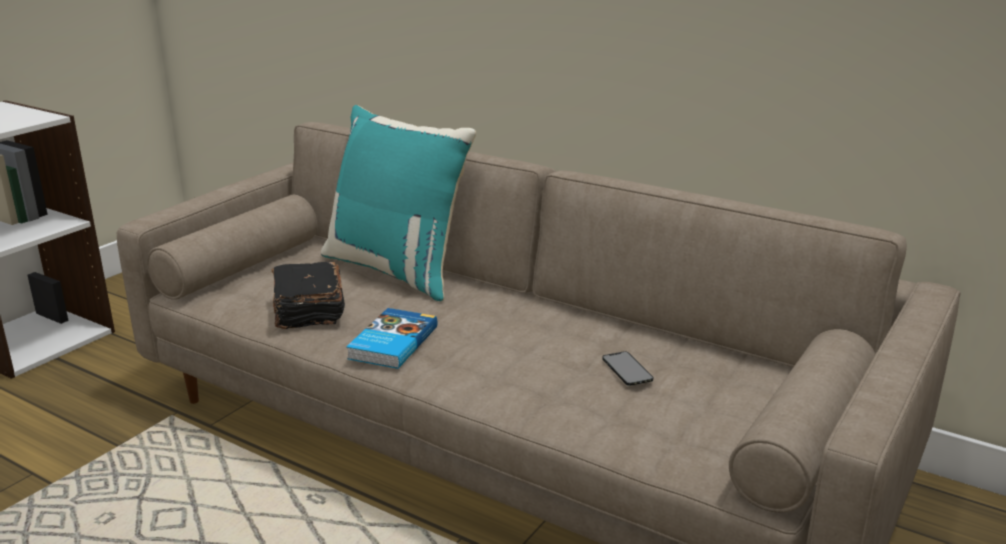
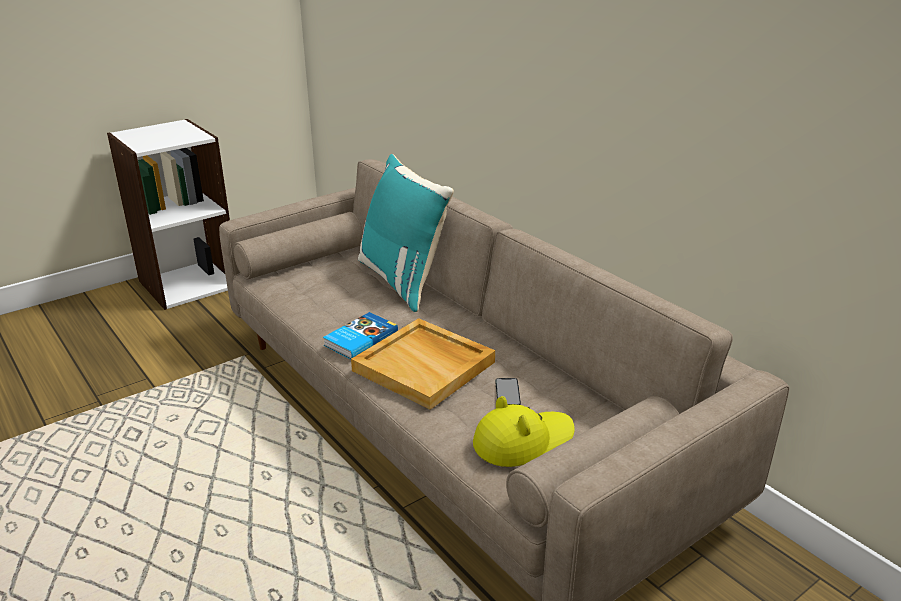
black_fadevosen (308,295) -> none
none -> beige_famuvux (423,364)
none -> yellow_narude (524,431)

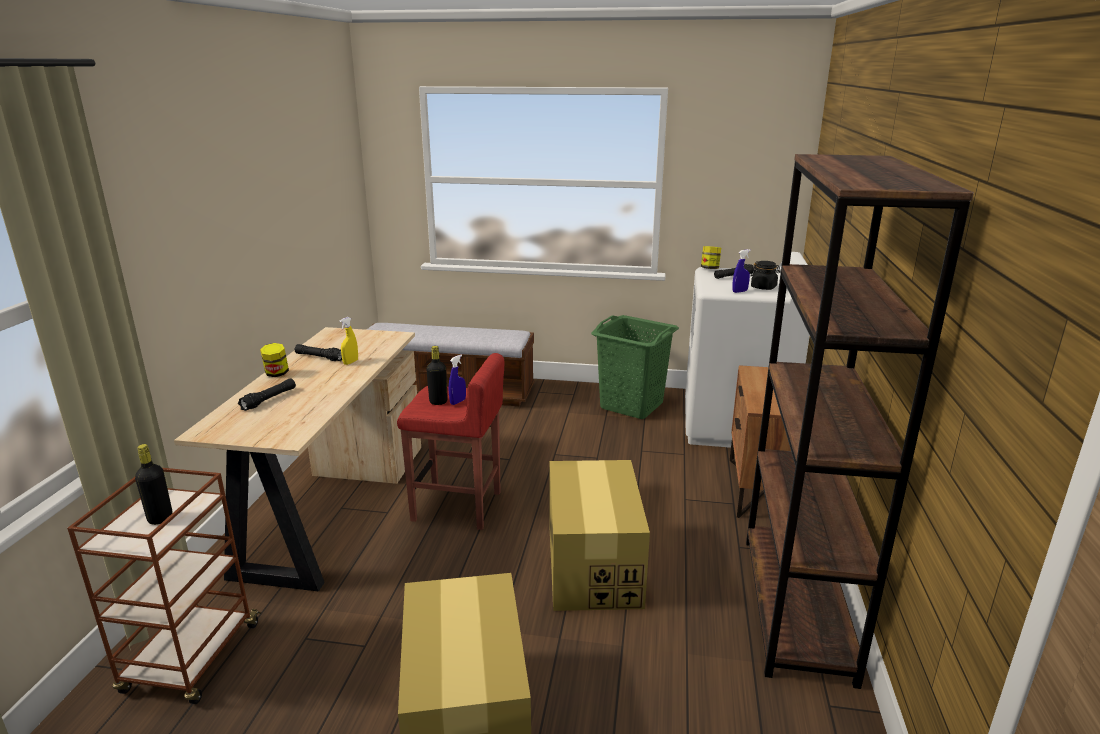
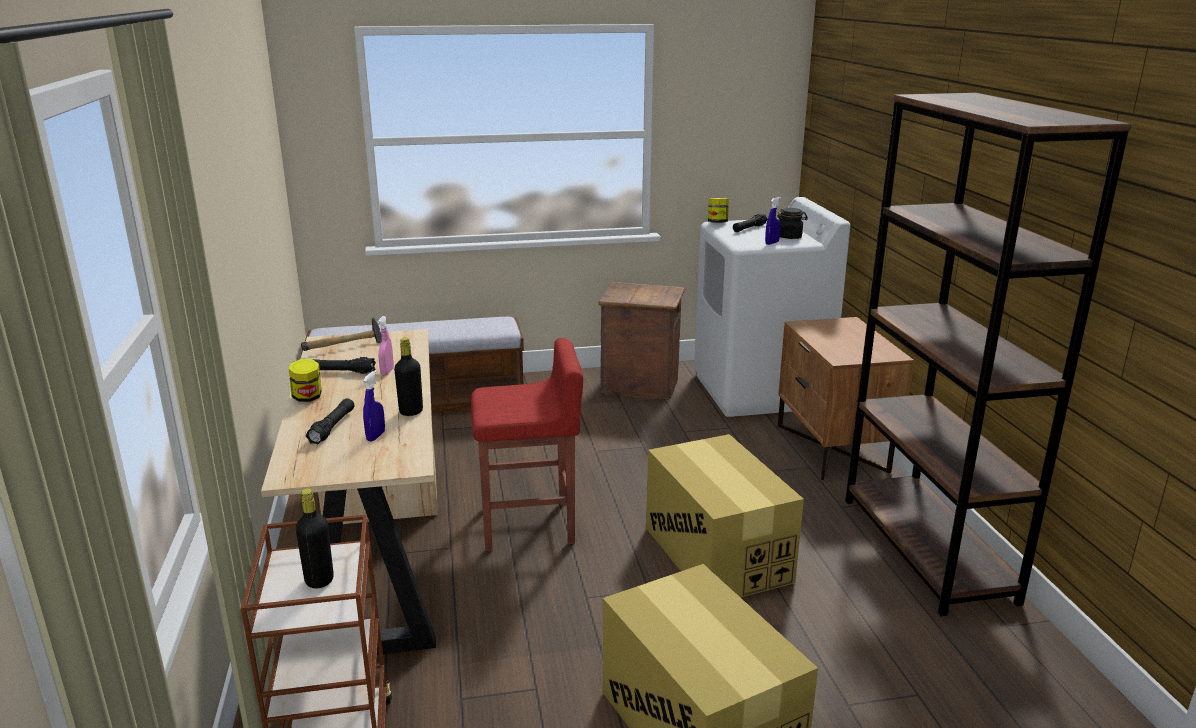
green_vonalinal (635,367) -> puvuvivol (642,340)
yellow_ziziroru (349,341) -> pink_ziziroru (386,345)
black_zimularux (437,375) -> black_zimularux (408,376), relocated
blue_ziziroru (457,380) -> blue_ziziroru (374,406), relocated
none -> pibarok (341,334)

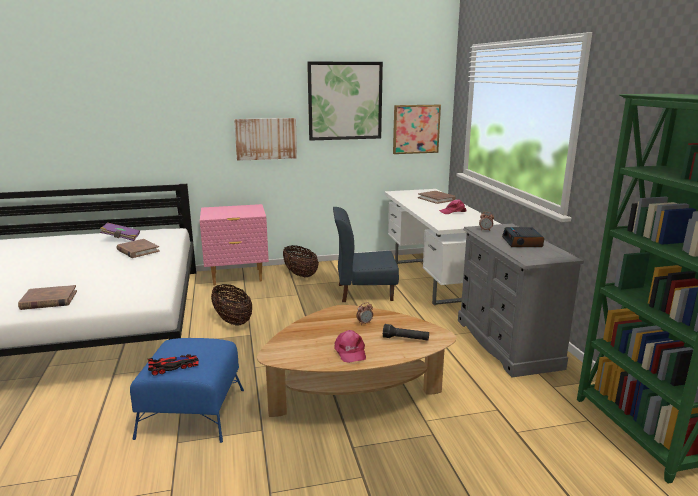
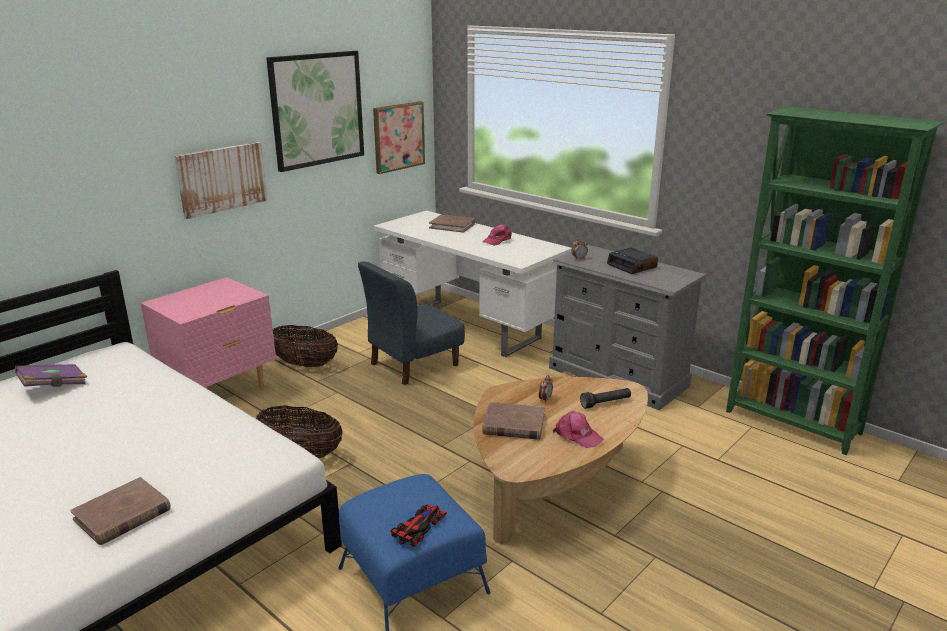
brown_fadevosen (138,248) -> brown_fadevosen (513,421), relocated

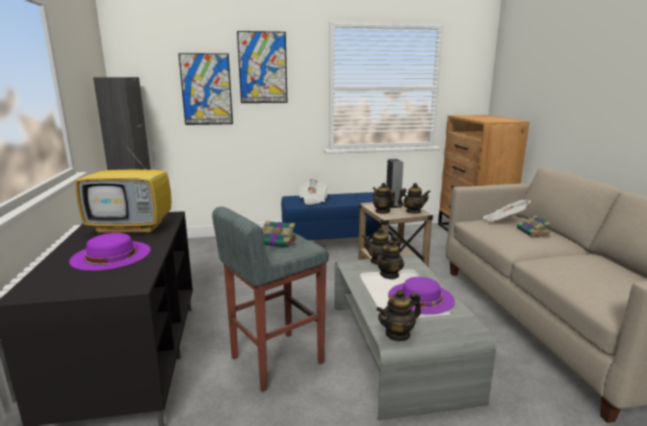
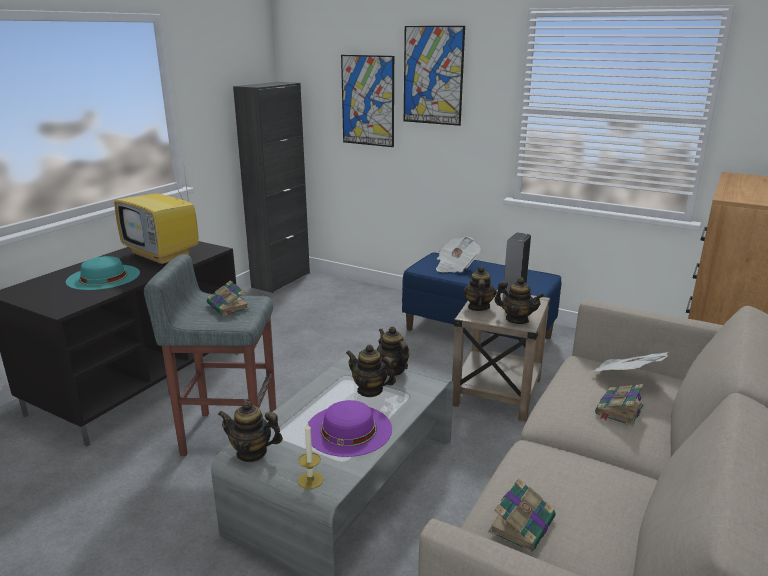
purple_narude (110,252) -> turquoise_narude (103,273)
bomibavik (390,259) -> bomibavik (371,370), 45 degrees clockwise
none -> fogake (311,455)
none -> fadevosen (522,515)

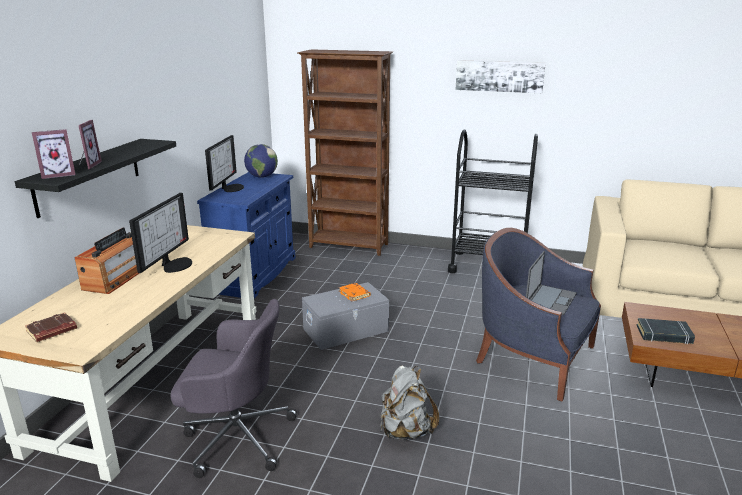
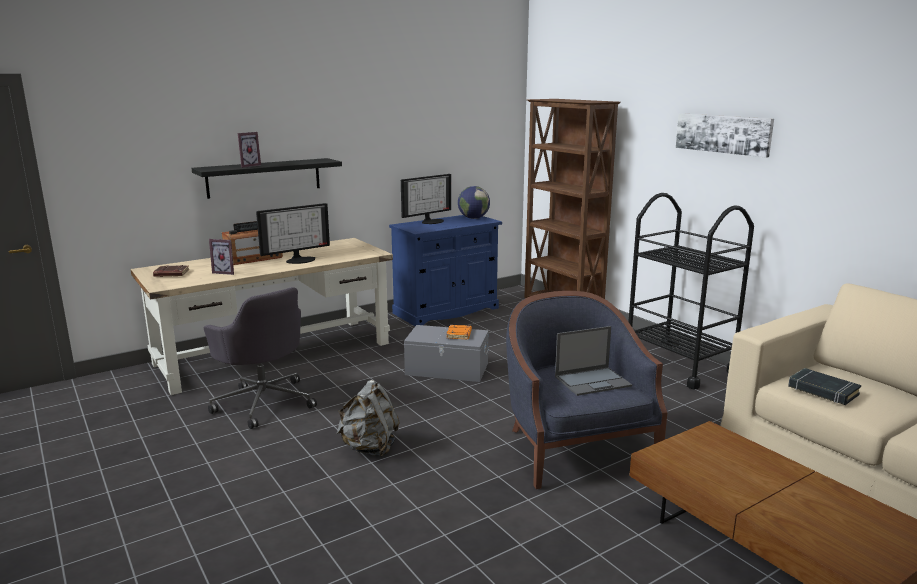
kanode (54,154) -> kanode (221,257), relocated
black_fadevosen (666,331) -> black_fadevosen (824,386), relocated

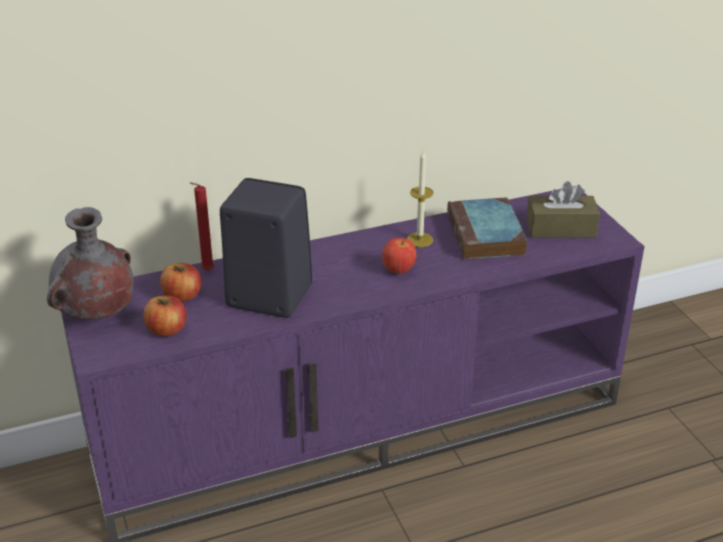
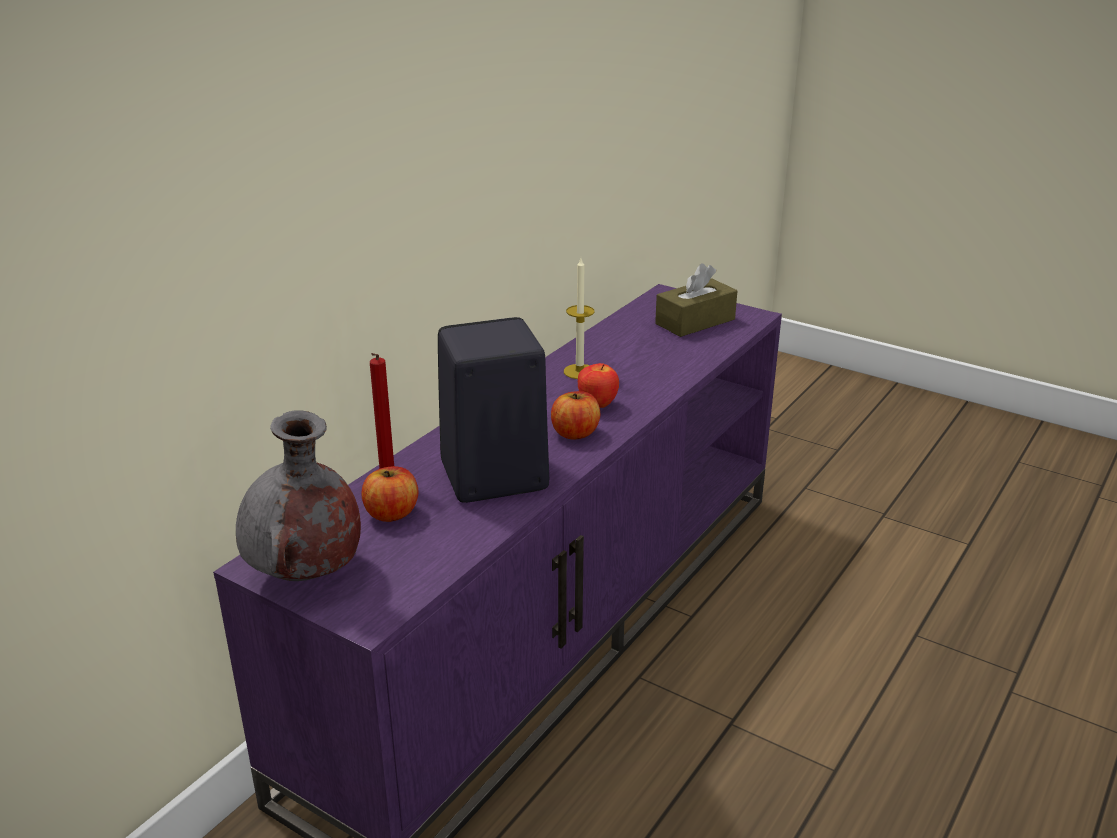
fadevosen (487,228) -> none
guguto (165,316) -> guguto (575,415), relocated

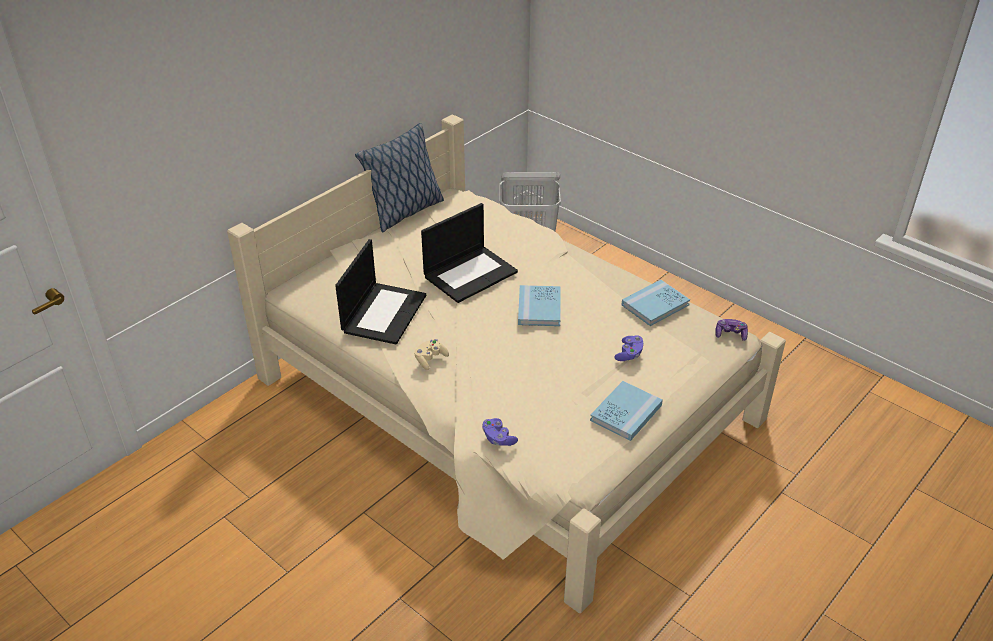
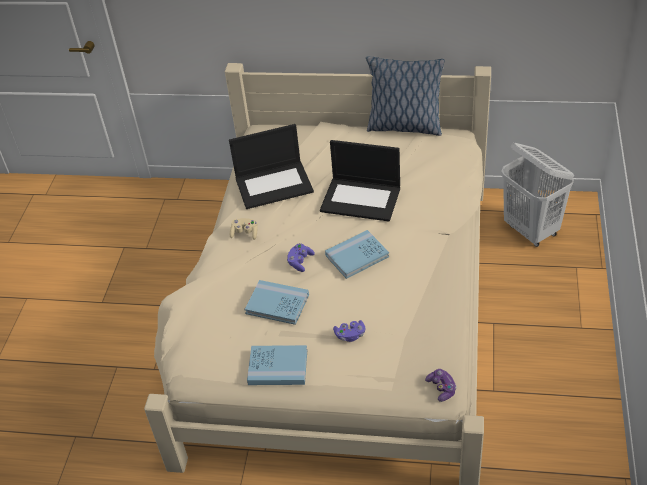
blue_fadevosen (656,303) -> blue_fadevosen (277,302), relocated
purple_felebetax (500,432) -> purple_felebetax (301,257), relocated

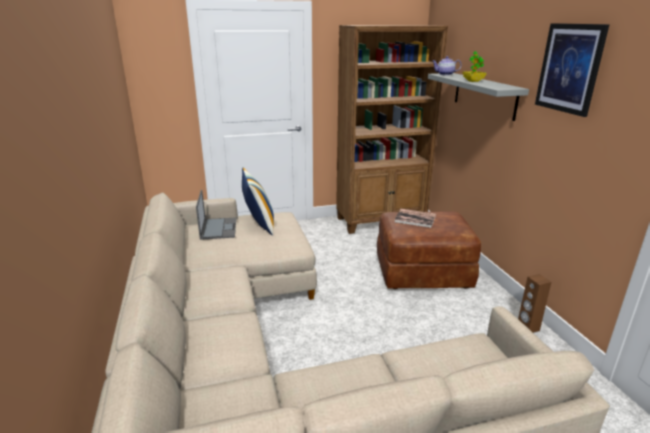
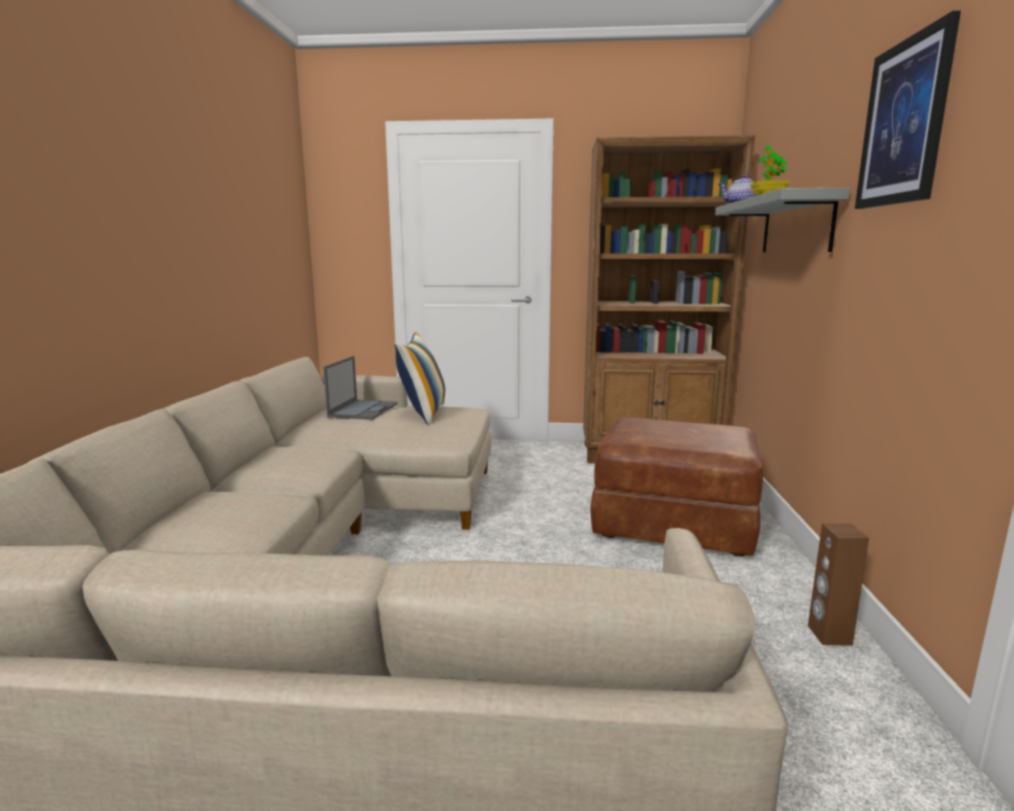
fadevosen (415,218) -> none

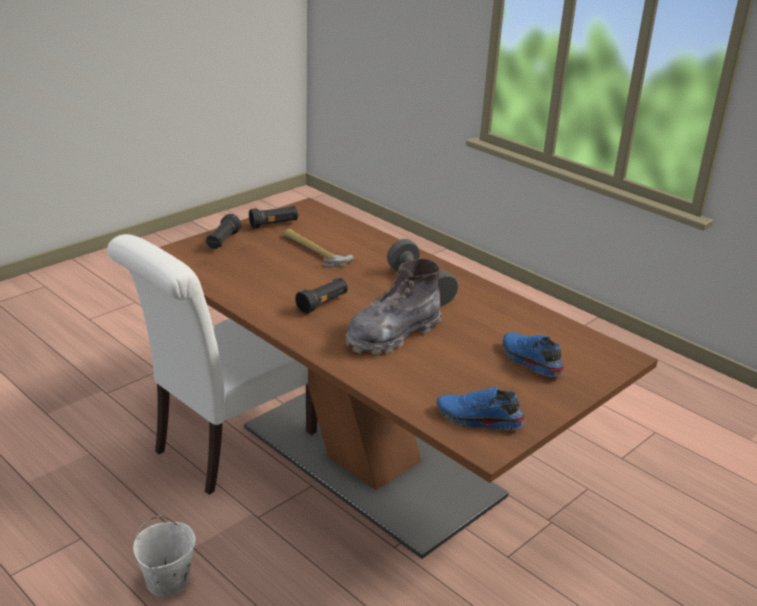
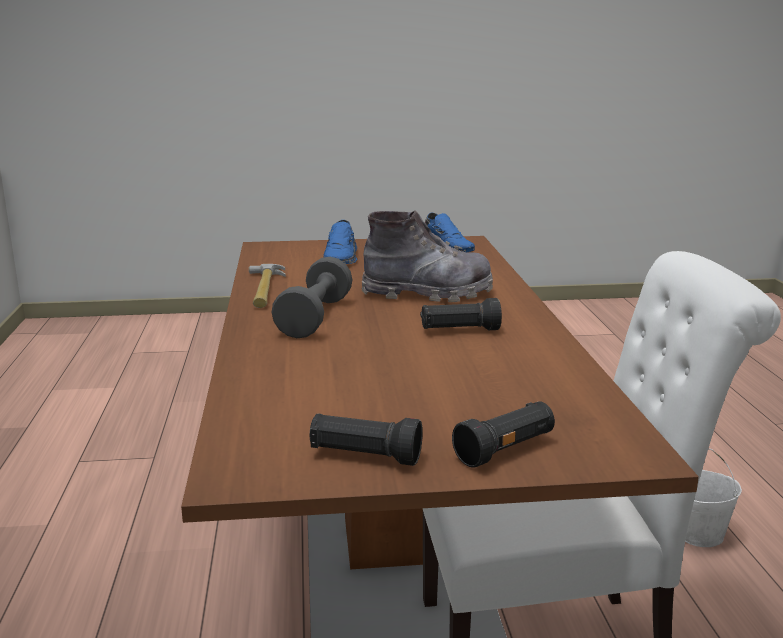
pibarok (319,248) -> pibarok (267,286), relocated

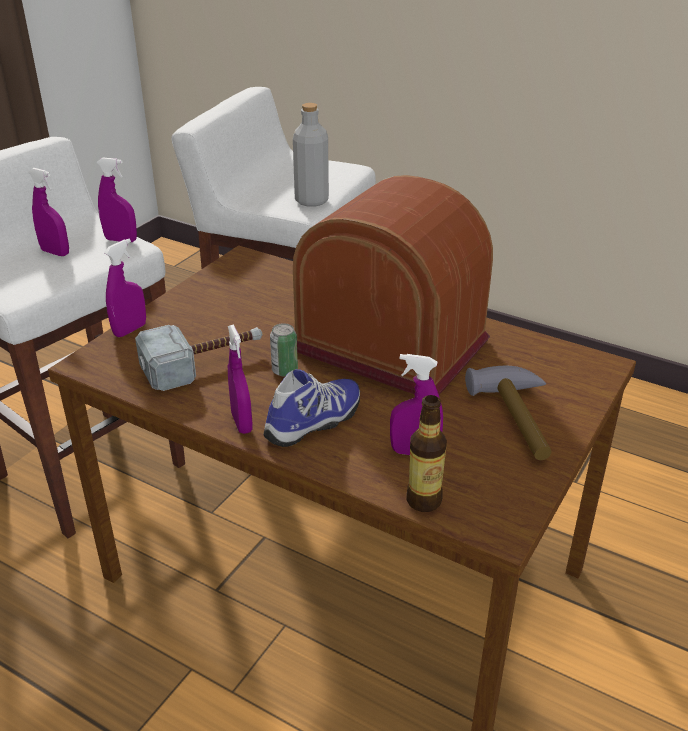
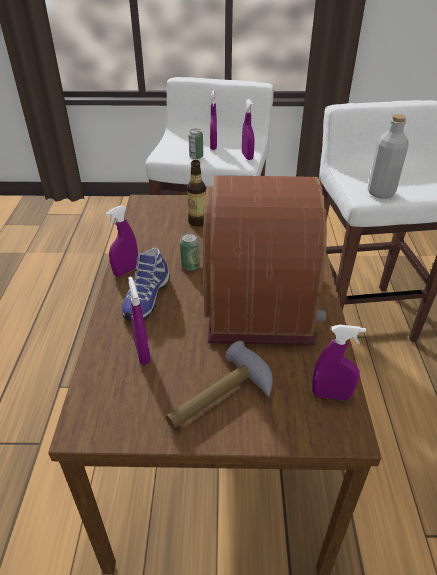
purple_ziziroru (125,287) -> purple_ziziroru (339,363), relocated
pibarok (198,358) -> none
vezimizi (311,408) -> vezimizi (146,284), 90 degrees clockwise
zimularux (426,453) -> zimularux (196,193), relocated
none -> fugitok (195,144)

